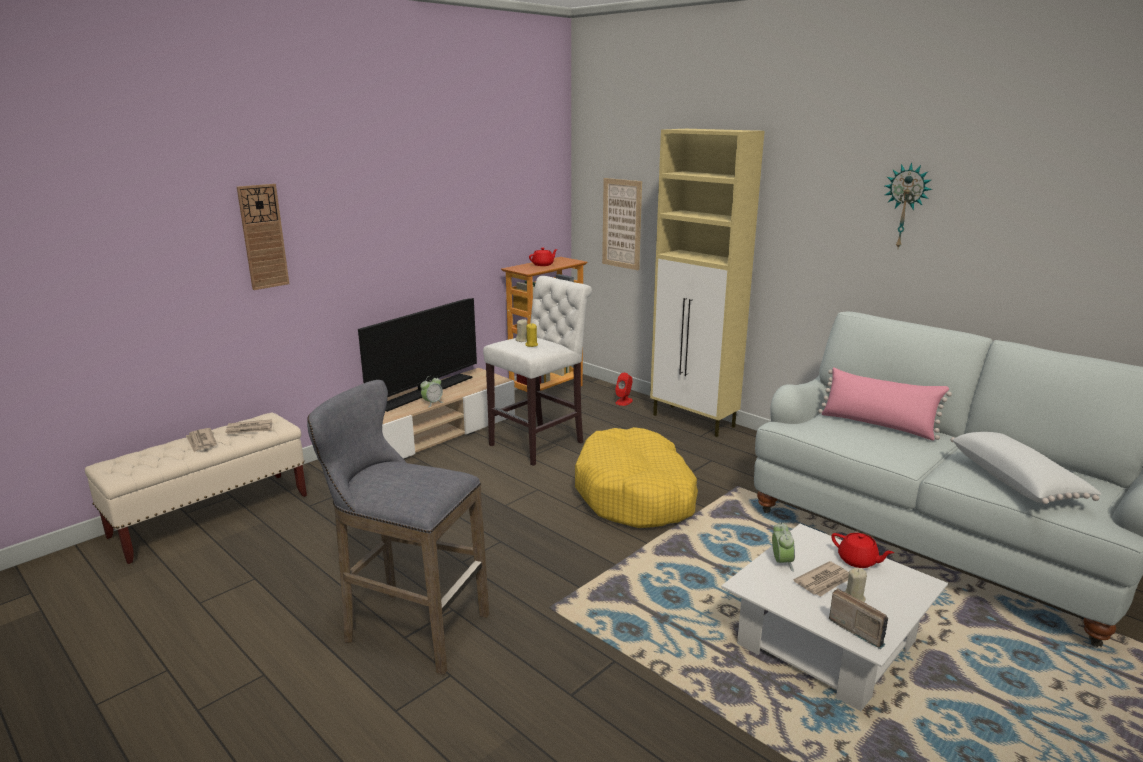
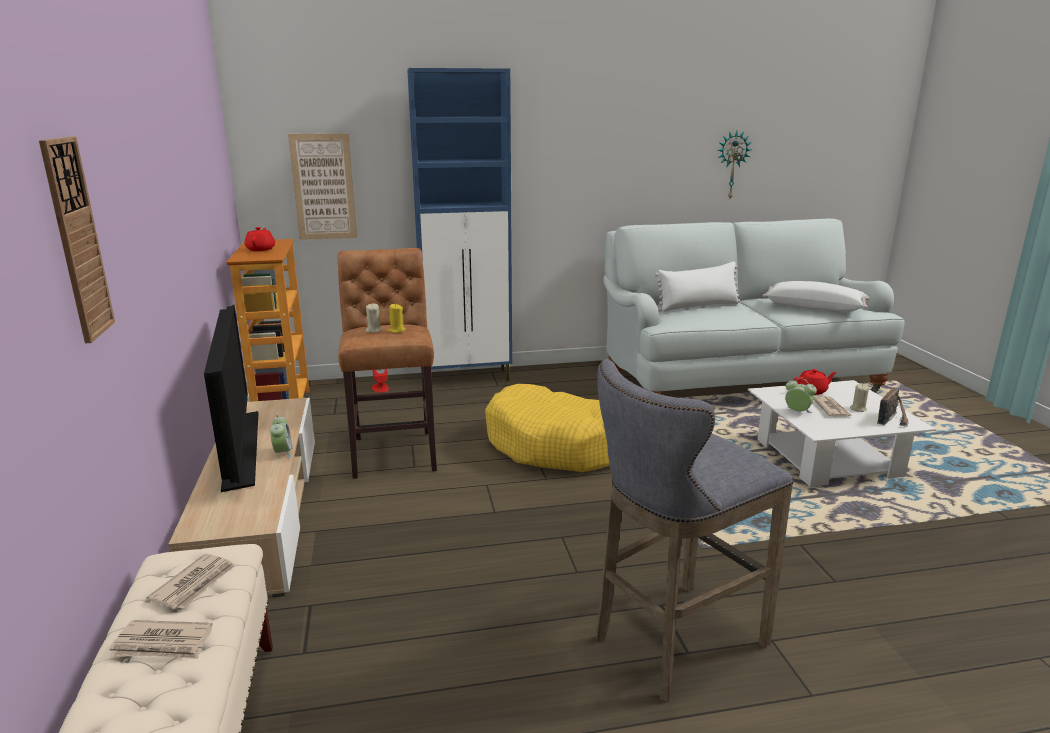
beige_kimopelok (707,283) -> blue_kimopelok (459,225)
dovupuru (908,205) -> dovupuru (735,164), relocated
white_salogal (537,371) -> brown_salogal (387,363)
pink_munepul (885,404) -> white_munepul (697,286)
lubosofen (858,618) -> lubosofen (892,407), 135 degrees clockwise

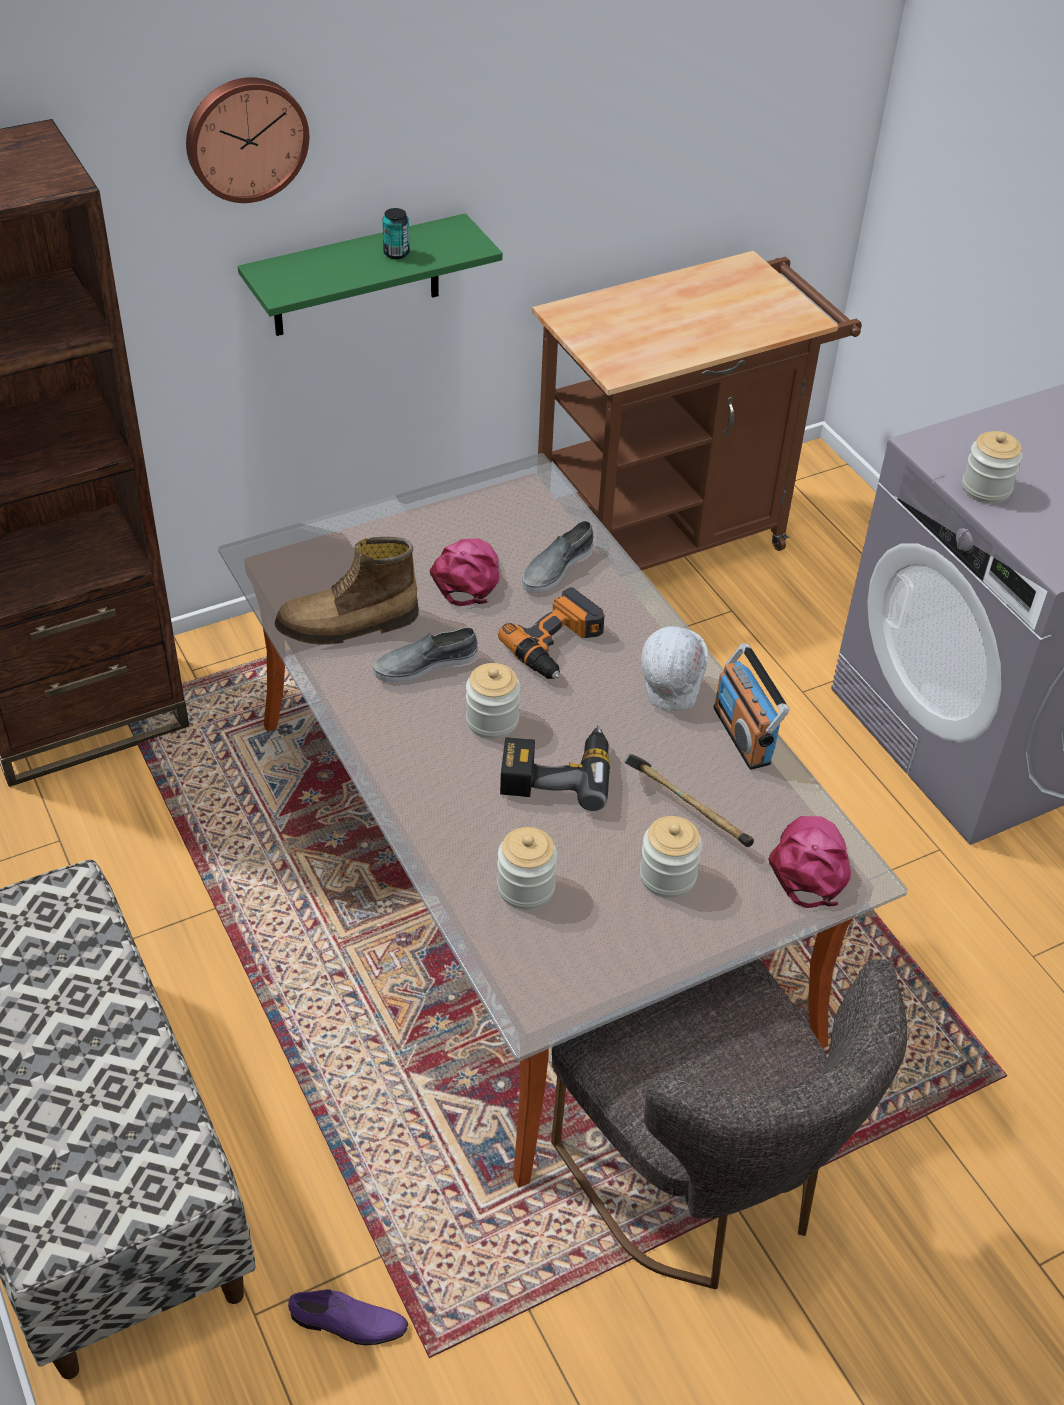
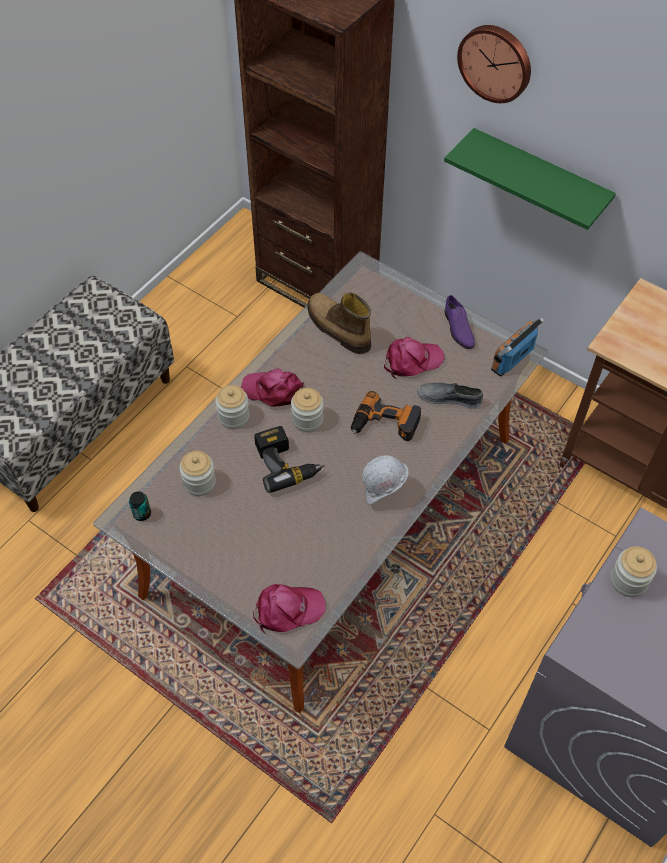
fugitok (395,233) -> fugitok (140,506), relocated
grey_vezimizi (426,654) -> none
lubosofen (751,706) -> lubosofen (517,347), relocated
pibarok (688,800) -> none
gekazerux (670,857) -> gekazerux (232,407), relocated
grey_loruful (729,1124) -> none
purple_vezimizi (348,1317) -> purple_vezimizi (460,322), relocated
none -> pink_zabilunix (272,388)

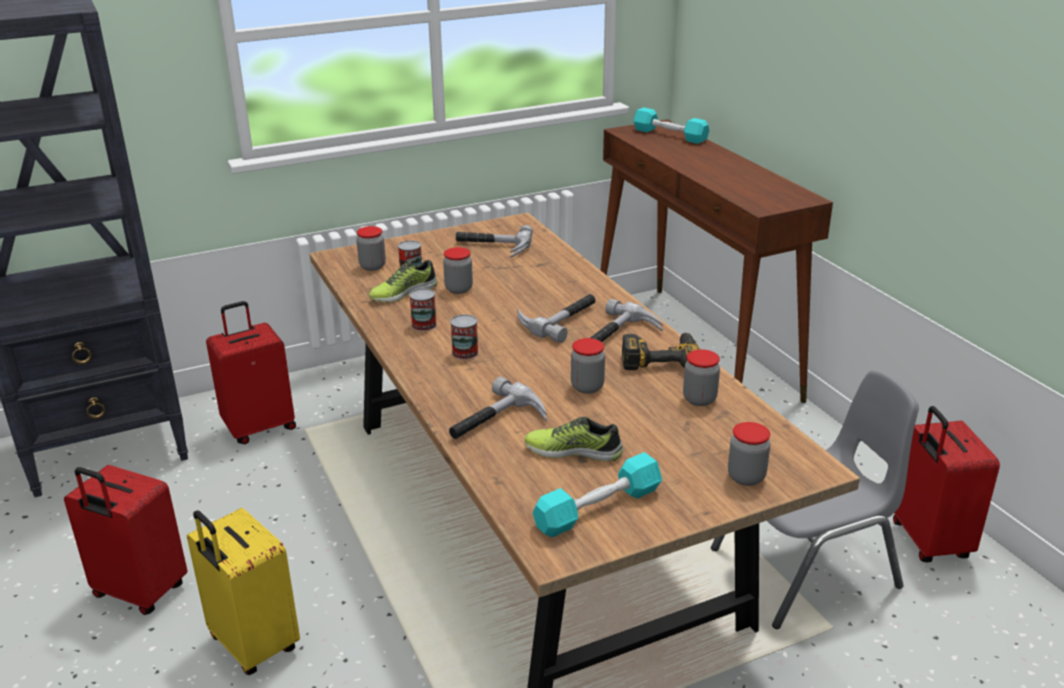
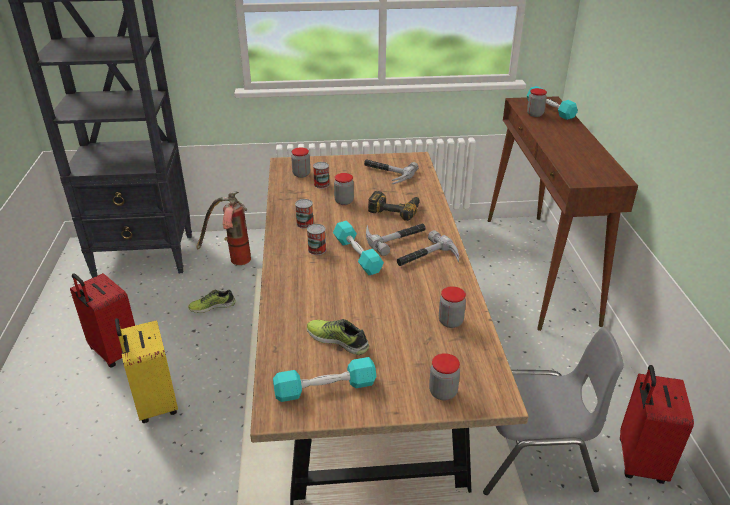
vezimizi (403,281) -> vezimizi (212,301), relocated
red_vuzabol (251,372) -> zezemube (224,228)
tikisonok (661,351) -> tikisonok (394,206), relocated
gekazerux (588,366) -> gekazerux (537,102), relocated
pibarok (498,408) -> none
none -> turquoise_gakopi (358,248)

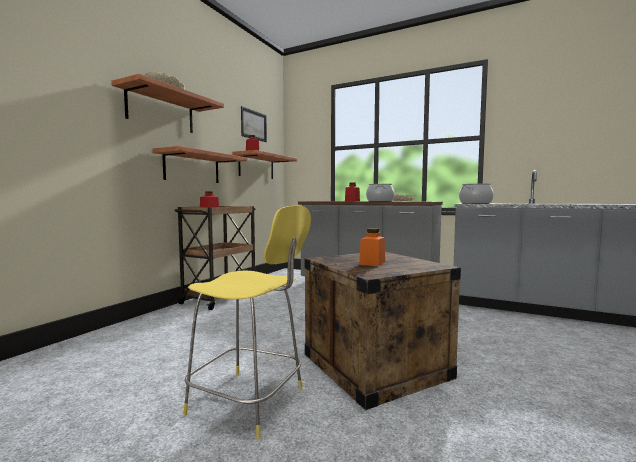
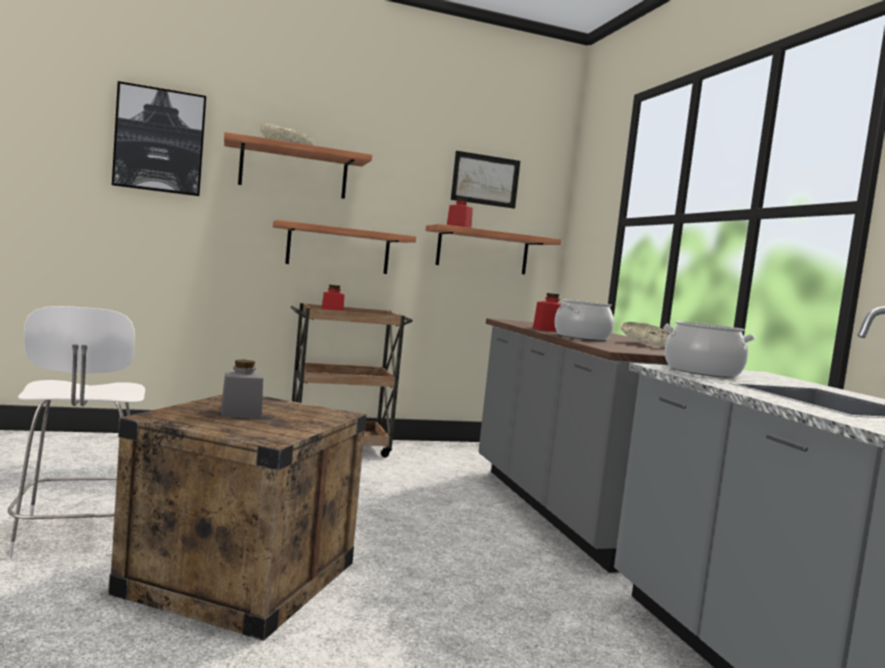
yellow_salogal (247,322) -> white_salogal (76,431)
orange_gekazerux (372,247) -> grey_gekazerux (242,389)
none -> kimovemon (159,138)

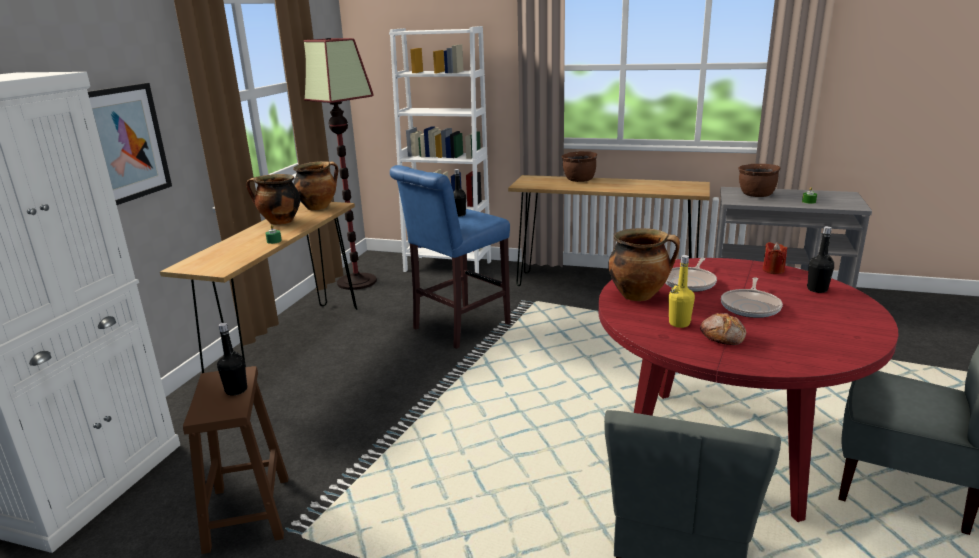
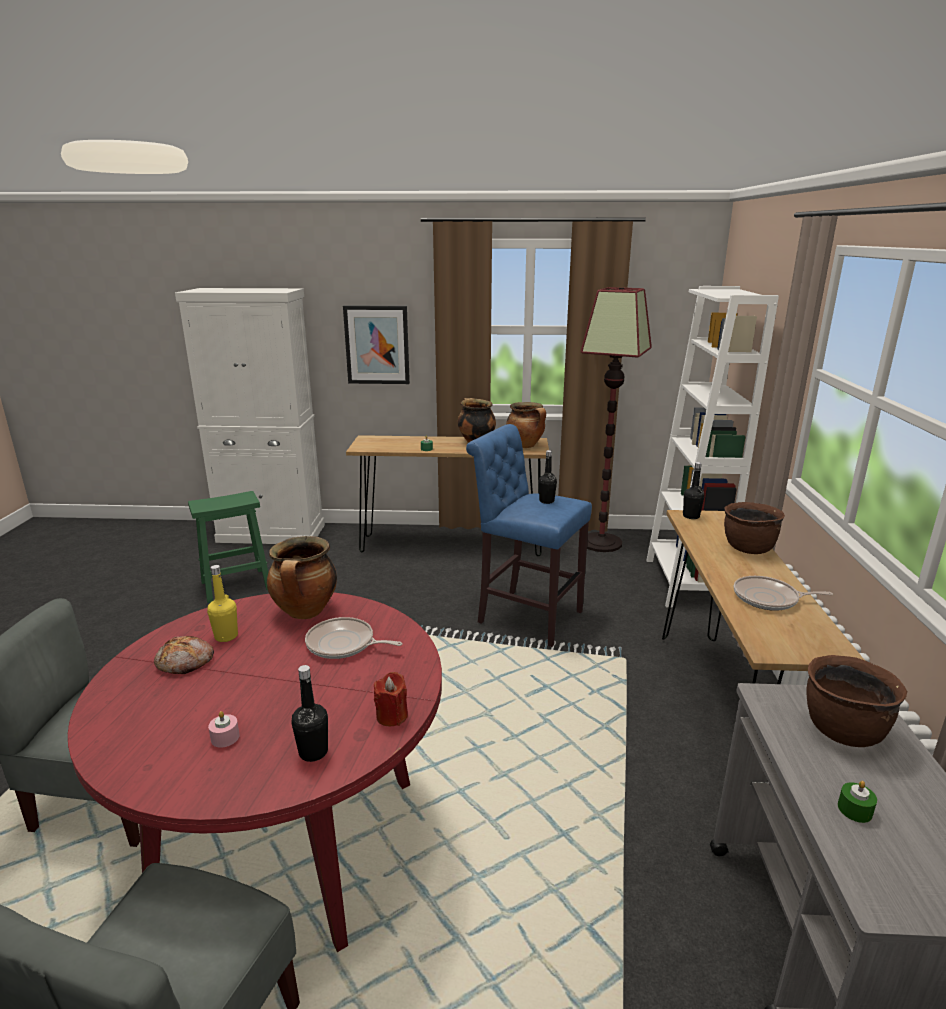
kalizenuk (752,297) -> kalizenuk (783,593), relocated
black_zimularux (232,359) -> black_zimularux (693,490), relocated
brown_salogal (235,460) -> green_salogal (228,547)
none -> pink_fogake (224,729)

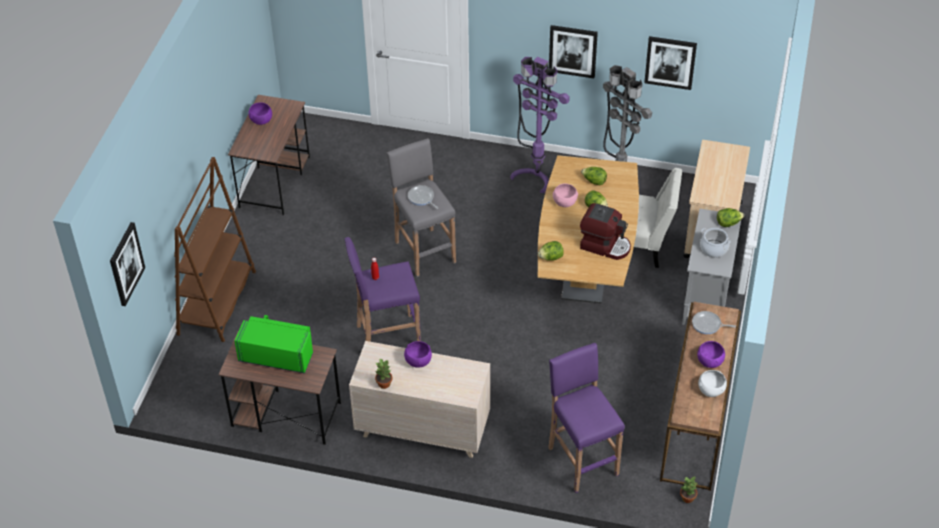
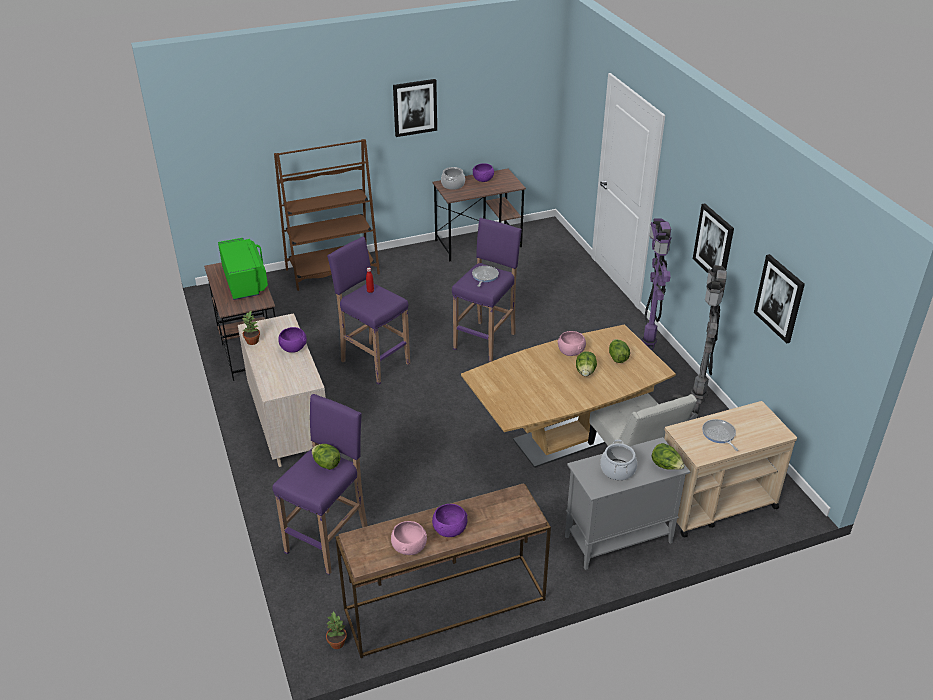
grey_salogal (421,207) -> purple_salogal (487,290)
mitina (605,231) -> none
kimovemon (127,264) -> kimovemon (415,108), relocated
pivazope (551,251) -> pivazope (326,457), relocated
kalizenuk (714,322) -> kalizenuk (720,435), relocated
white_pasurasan (712,383) -> pink_pasurasan (409,538)
none -> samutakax (453,178)

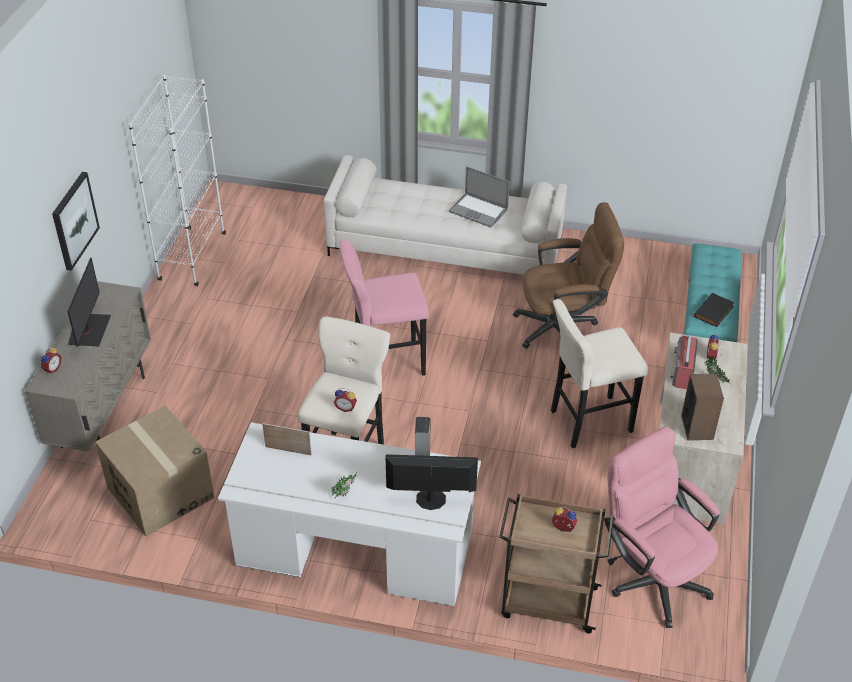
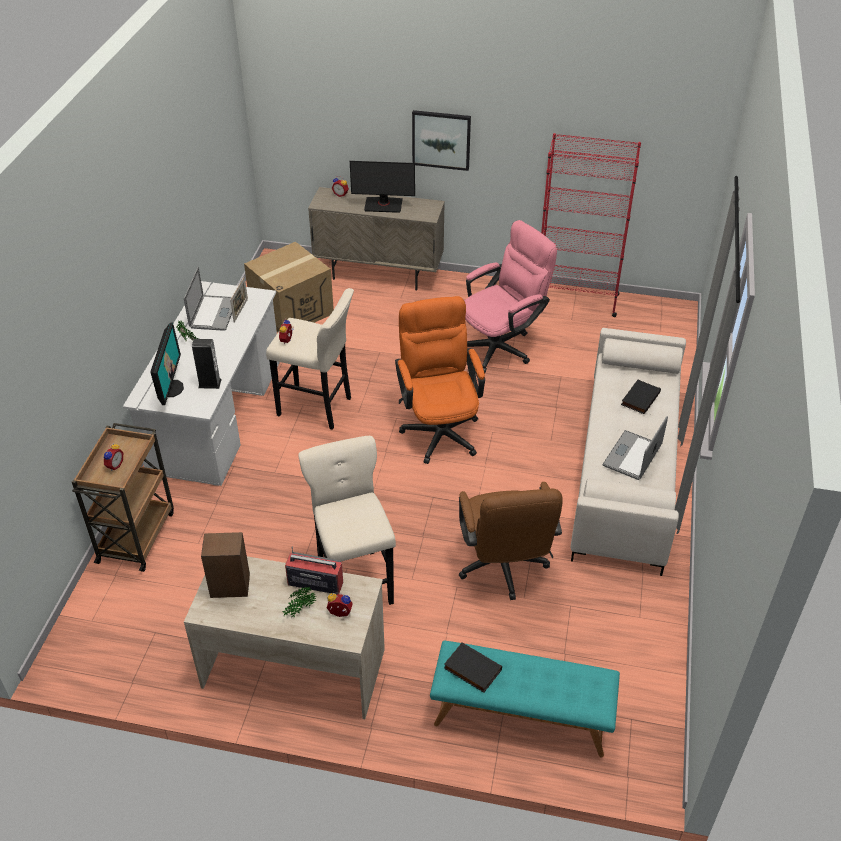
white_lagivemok (177,180) -> red_lagivemok (591,225)
pink_salogal (384,307) -> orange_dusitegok (440,380)
pink_dusitegok (662,527) -> pink_dusitegok (510,296), relocated
none -> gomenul (208,299)
none -> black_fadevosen (641,397)

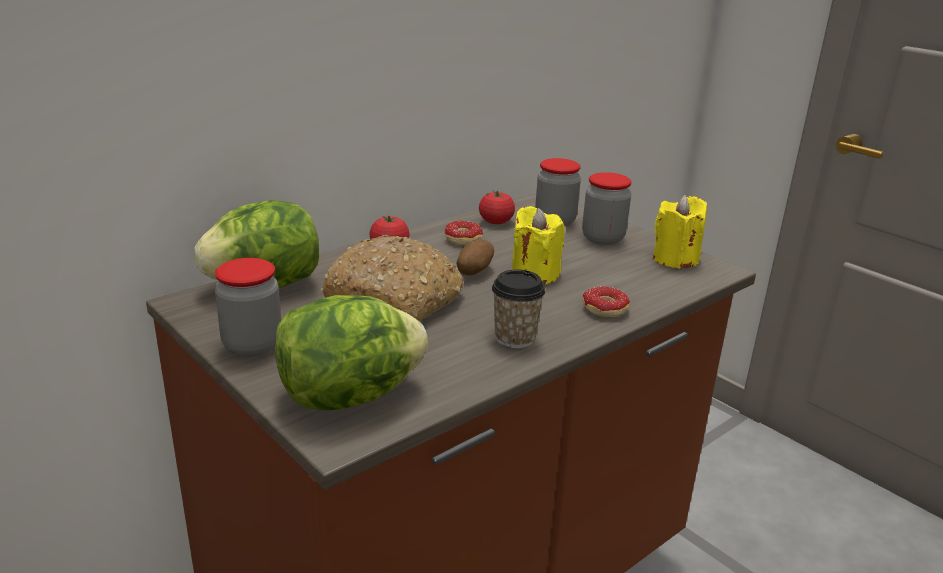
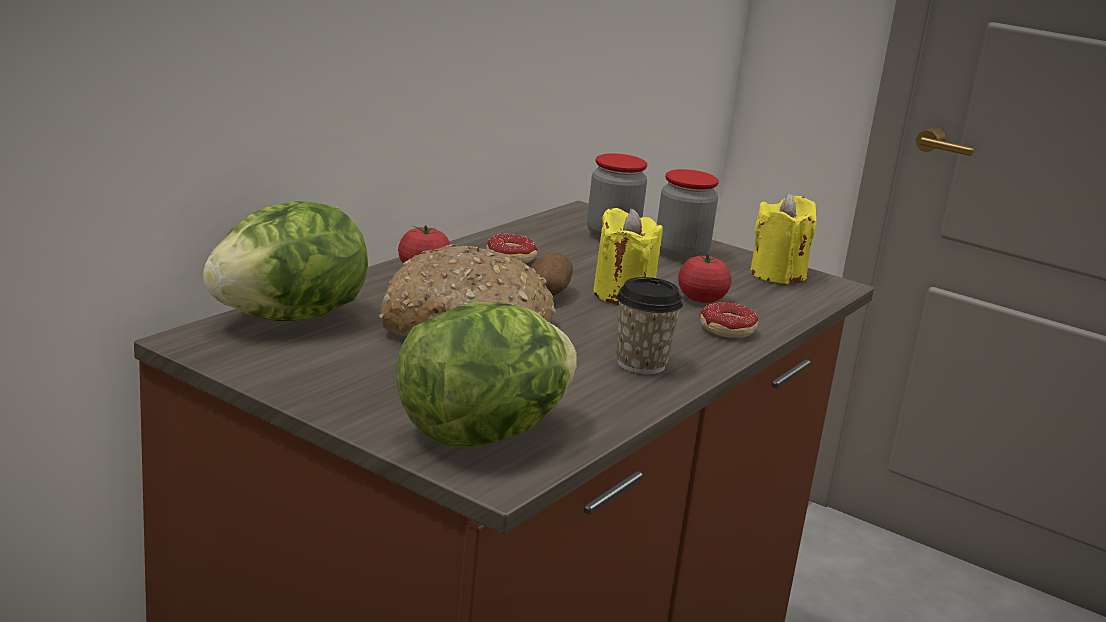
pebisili (497,207) -> pebisili (704,278), relocated
gekazerux (248,307) -> none

